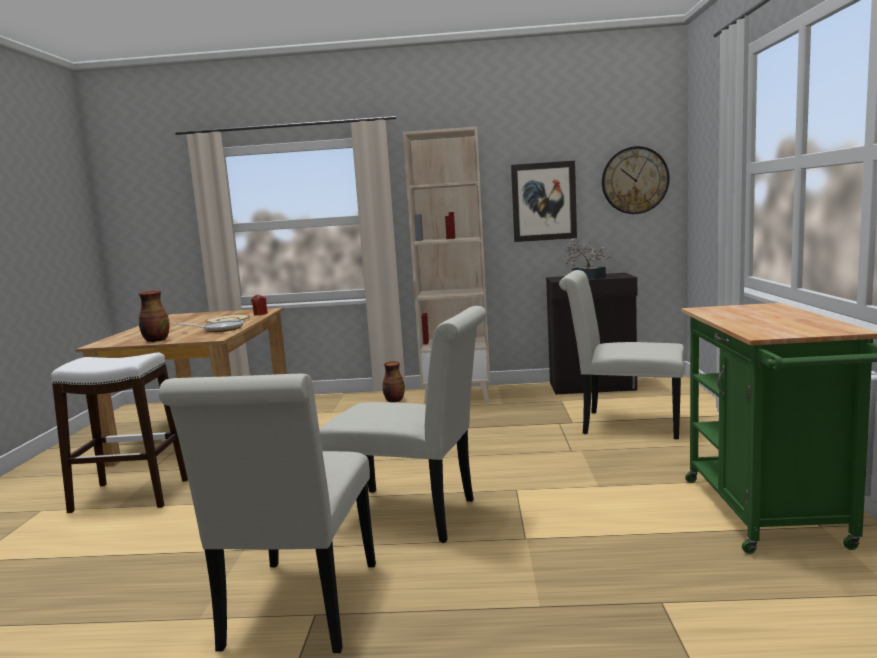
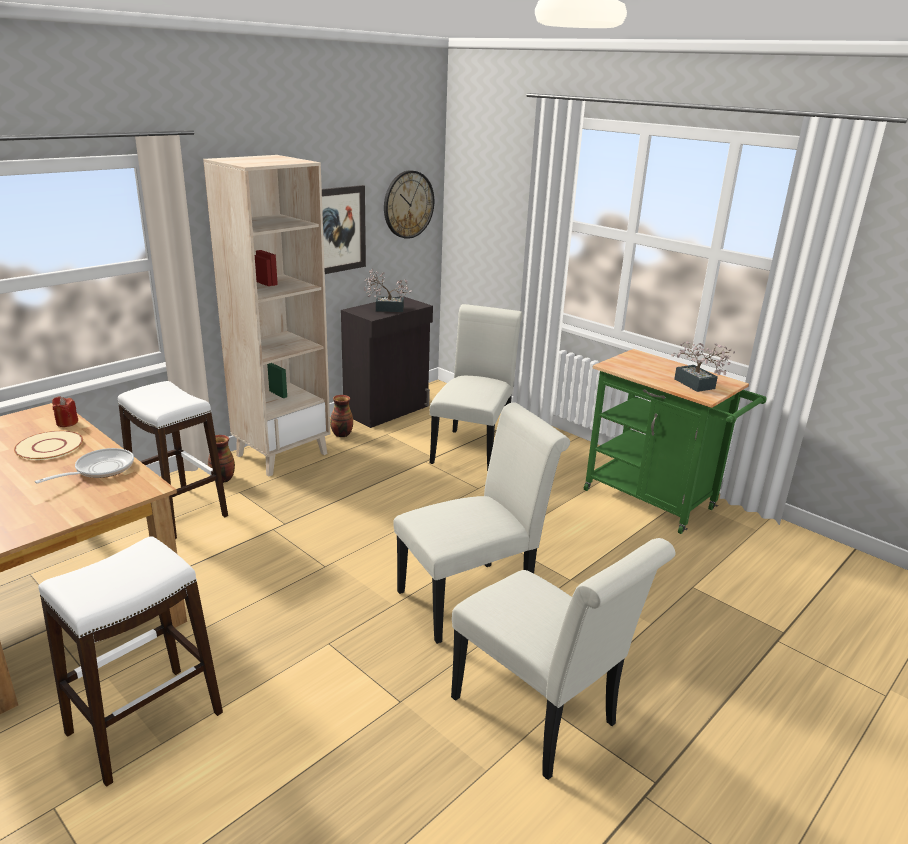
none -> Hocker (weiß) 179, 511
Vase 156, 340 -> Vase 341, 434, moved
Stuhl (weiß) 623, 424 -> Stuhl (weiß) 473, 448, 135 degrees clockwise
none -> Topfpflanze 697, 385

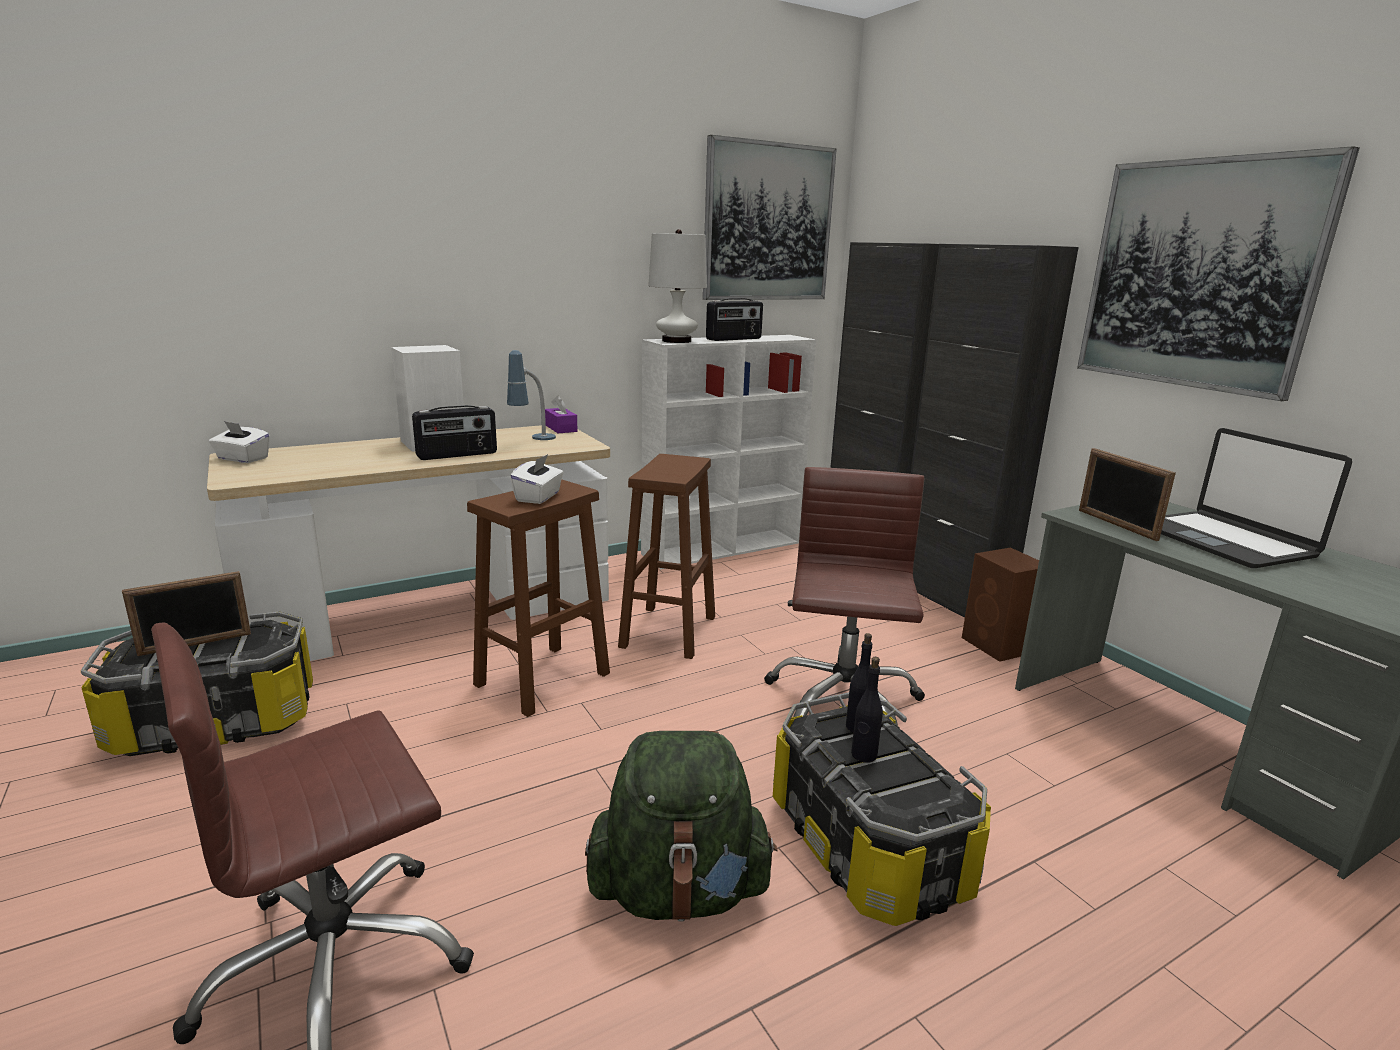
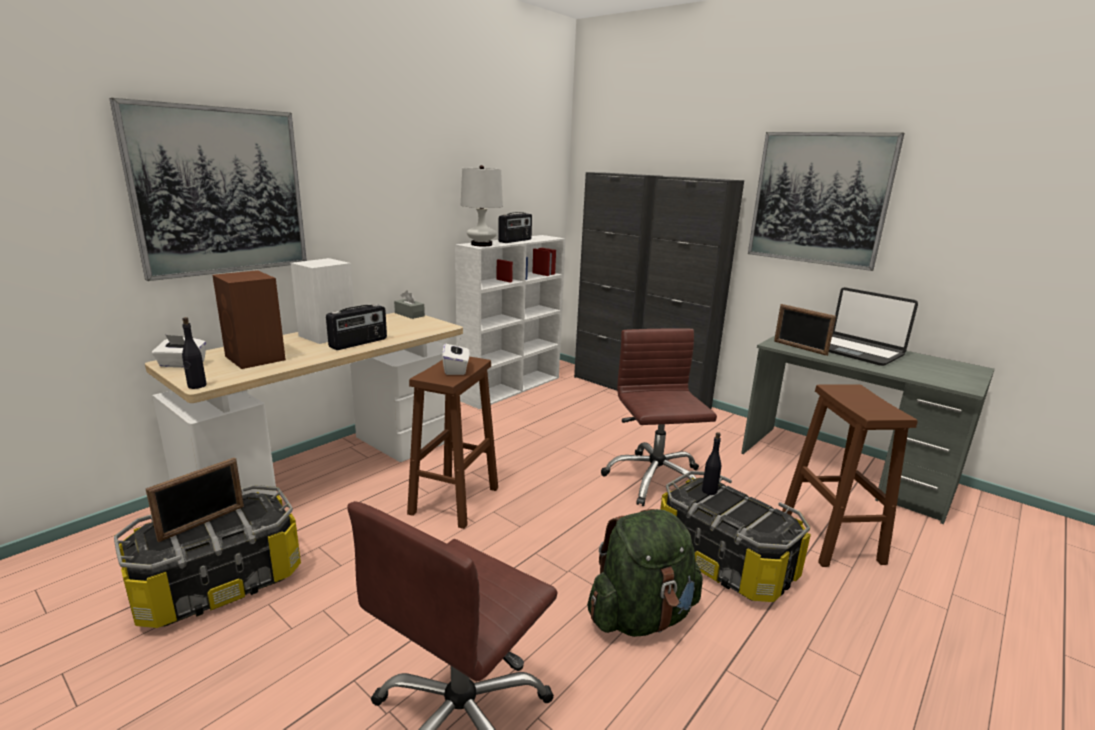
Bild 768, 223 -> Bild 220, 192, moved
Flasche (schwarz) 863, 755 -> Flasche (schwarz) 197, 386, moved
Lautsprecher (braun) 998, 646 -> Lautsprecher (braun) 255, 358, moved
Taschentuchbox (lila) 561, 428 -> Taschentuchbox (grau) 409, 314
Hocker (braun) 668, 630 -> Hocker (braun) 829, 538, moved
Tischlampe 532, 440 -> none

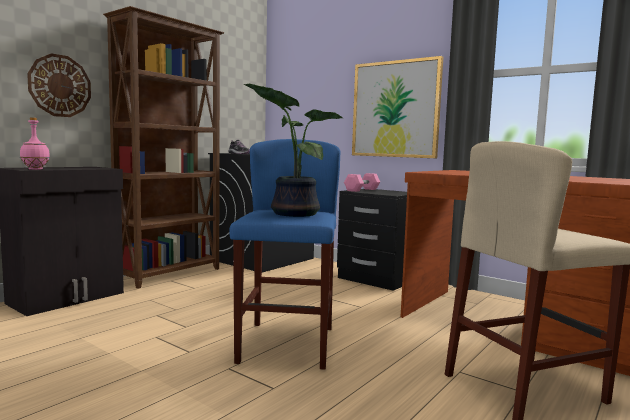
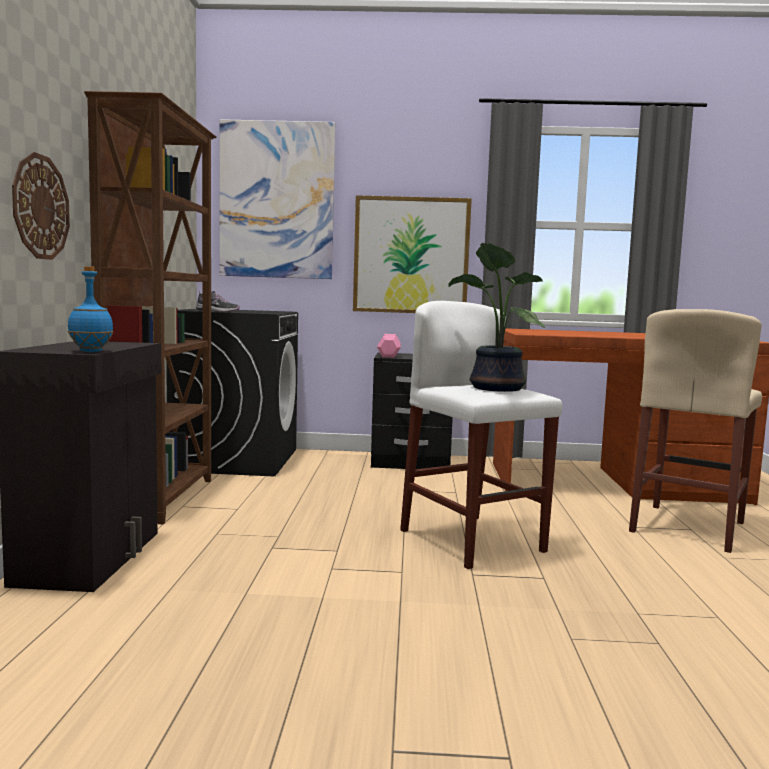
Flasche (rosa) 36, 169 -> Flasche (blau) 91, 351
none -> Bild 277, 200
Hocker (blau) 287, 344 -> Hocker (weiß) 472, 541

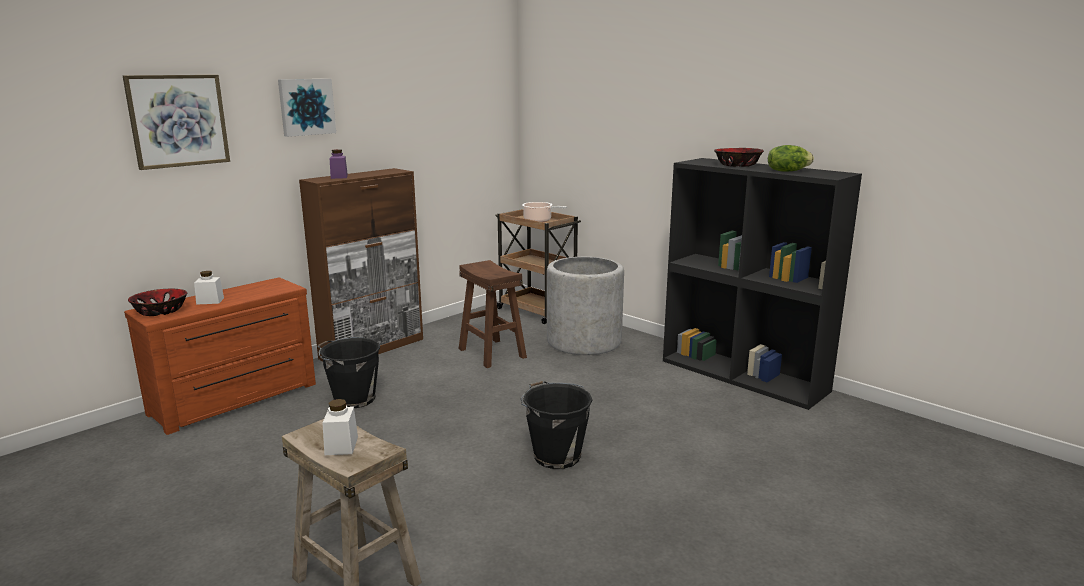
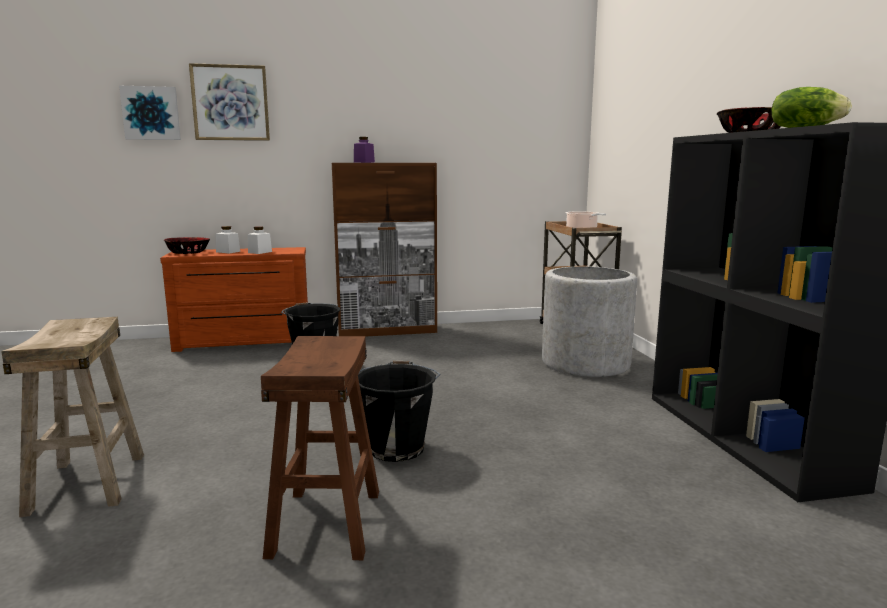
Bild 306, 107 -> Bild 151, 113, moved
Vorratsglas (weiß) 341, 445 -> Vorratsglas (weiß) 260, 252, moved
Hocker (braun) 492, 353 -> Hocker (braun) 327, 522, moved

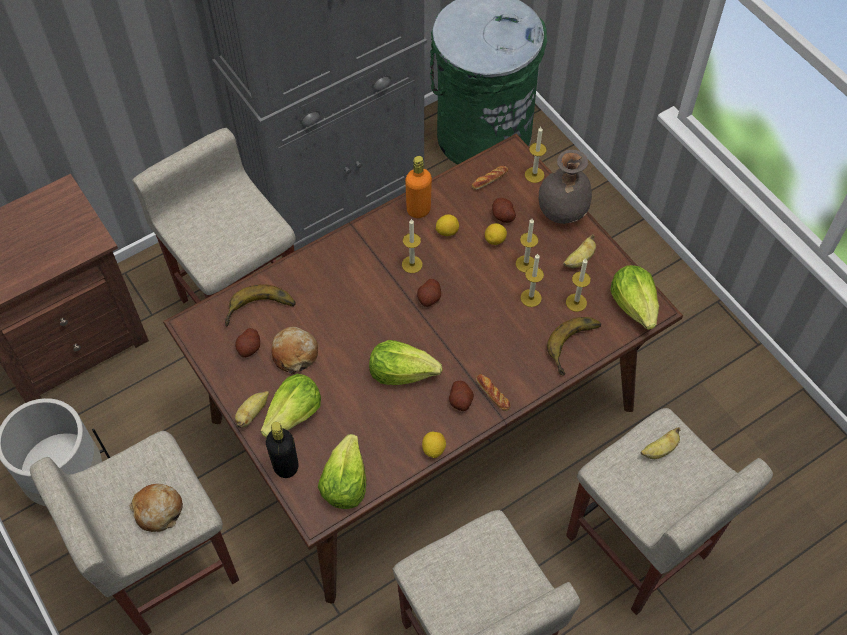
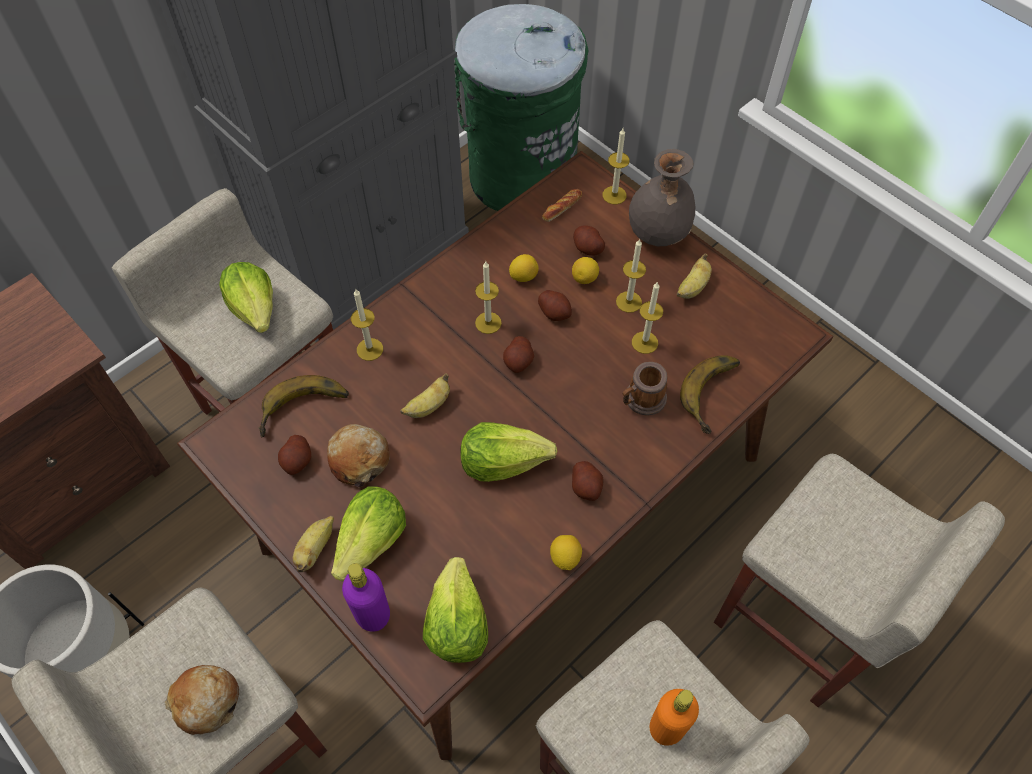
Salatkopf 635, 305 -> Salatkopf 255, 308, moved
Flasche (schwarz) 286, 466 -> Flasche (lila) 373, 614
Kerze 576, 302 -> Kerze 370, 349, moved
Banane 659, 450 -> Banane 428, 406, moved
none -> Kartoffel 554, 312
none -> Henkelbecher 641, 400
Flasche (orange) 418, 210 -> Flasche (orange) 667, 727, moved
Brot 492, 394 -> none

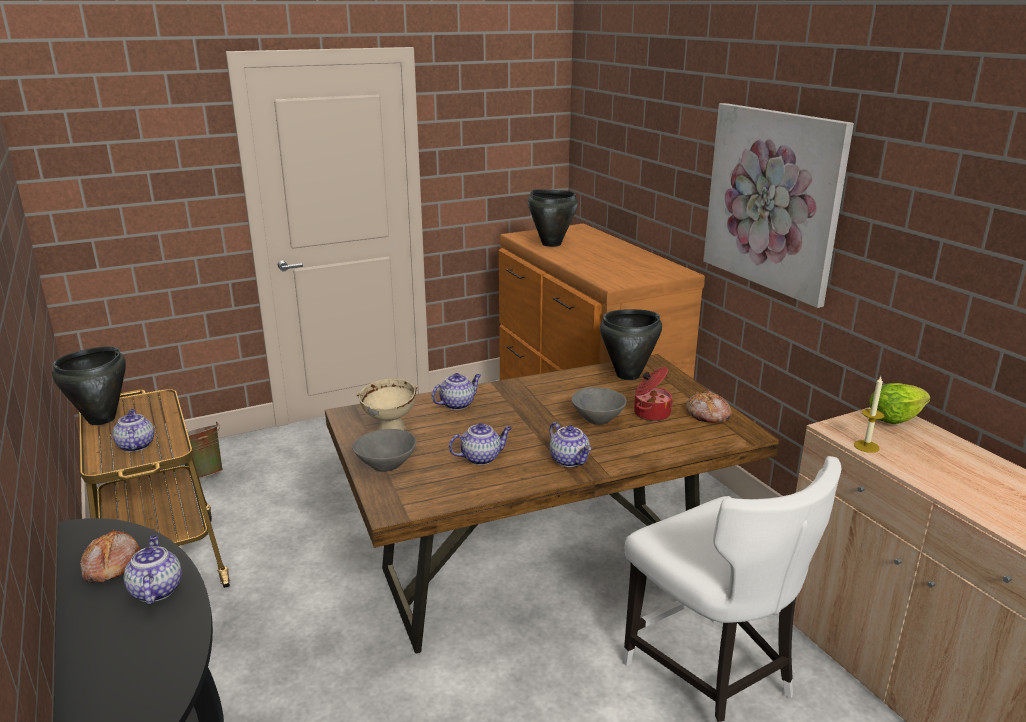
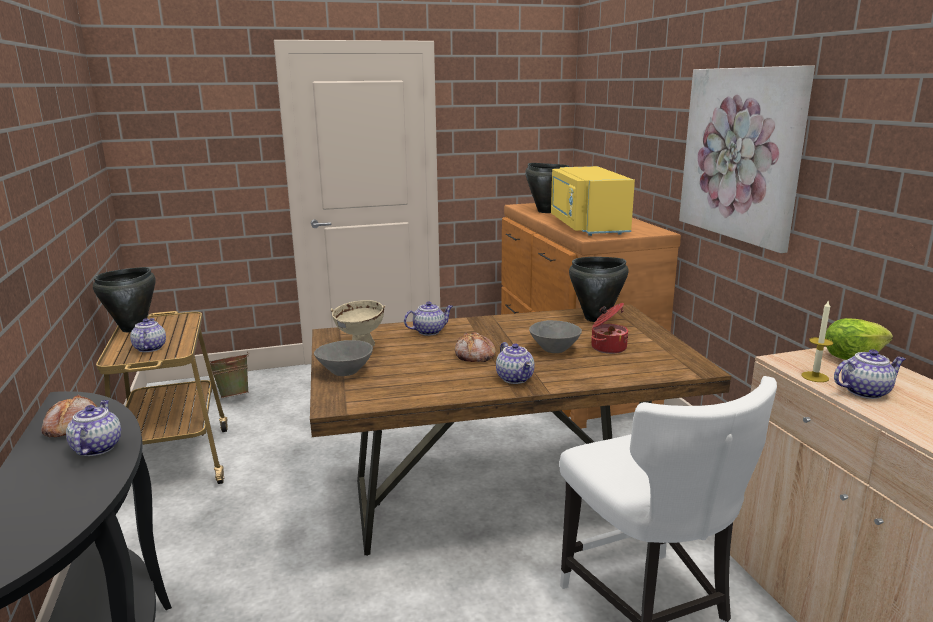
Brot 708, 415 -> Brot 474, 356, moved
none -> Mikrowelle (gelb) 586, 226
Teekanne 481, 458 -> Teekanne 865, 391, moved

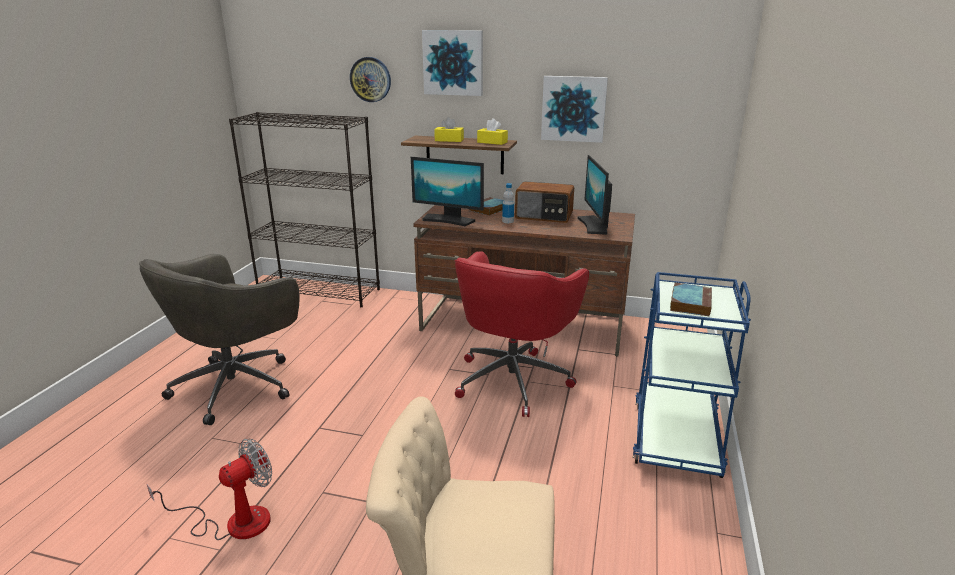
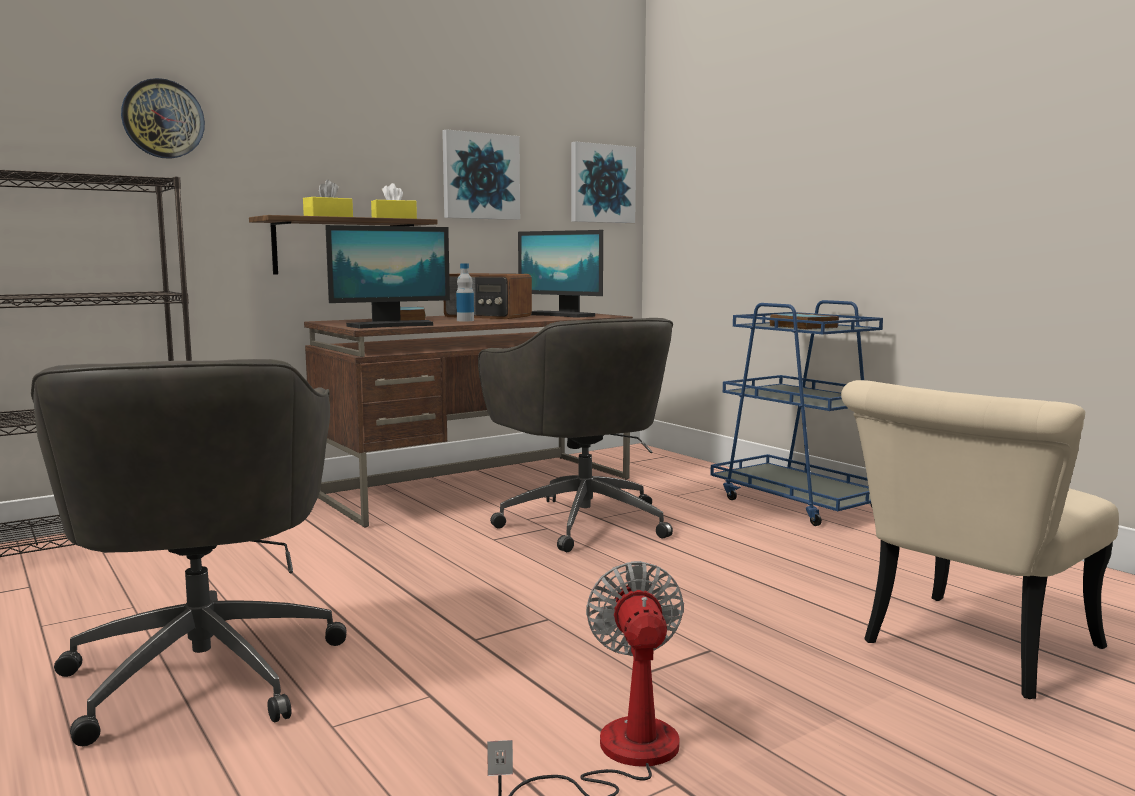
Radio 544, 216 -> Radio 487, 316, 60 degrees clockwise
Bürostuhl (rot) 514, 379 -> Bürostuhl (grau) 582, 521
Bild 453, 62 -> Bild 601, 184, moved

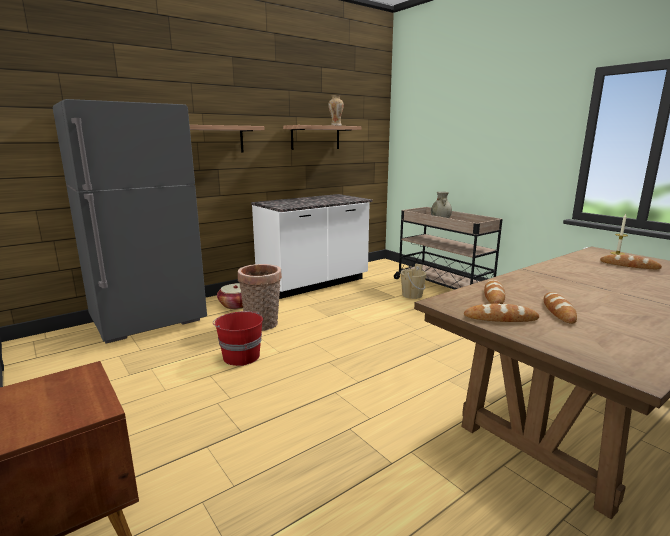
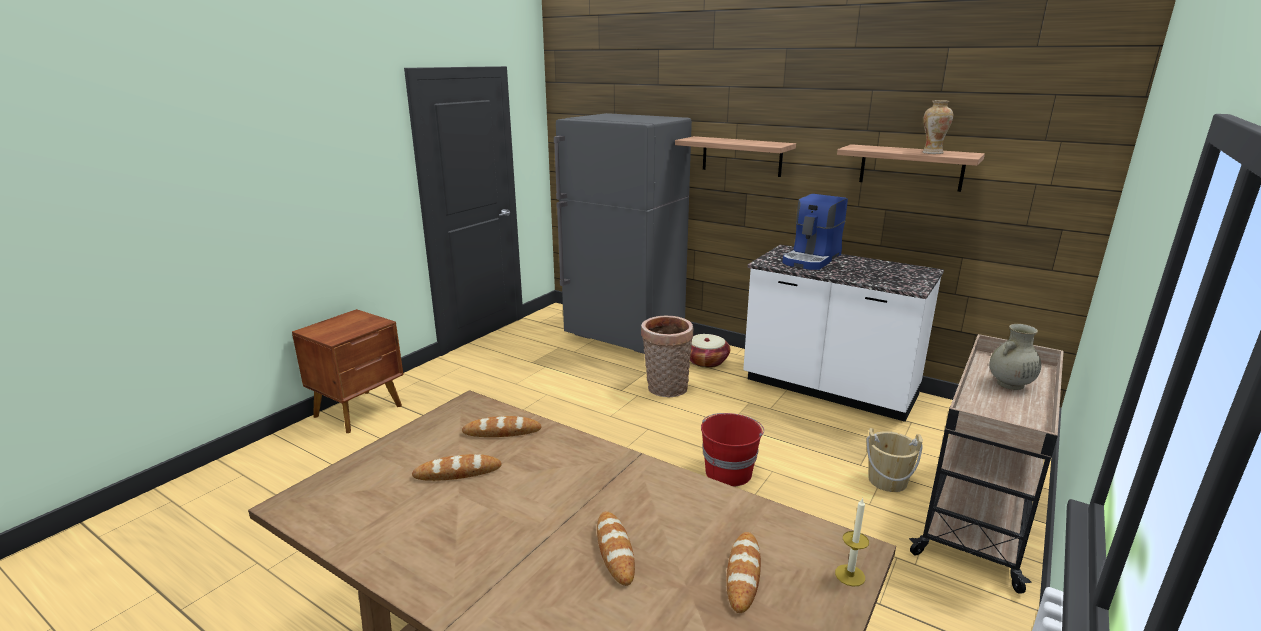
Brot 500, 318 -> Brot 615, 550, moved
Eimer (rot) 240, 356 -> Eimer (rot) 728, 471, moved
none -> Kaffeemaschine 812, 259

